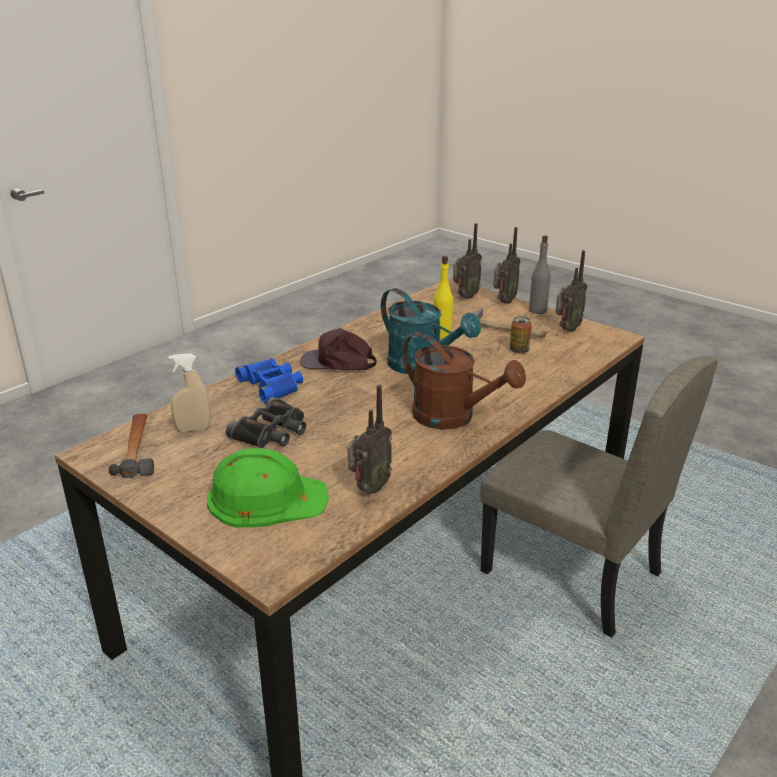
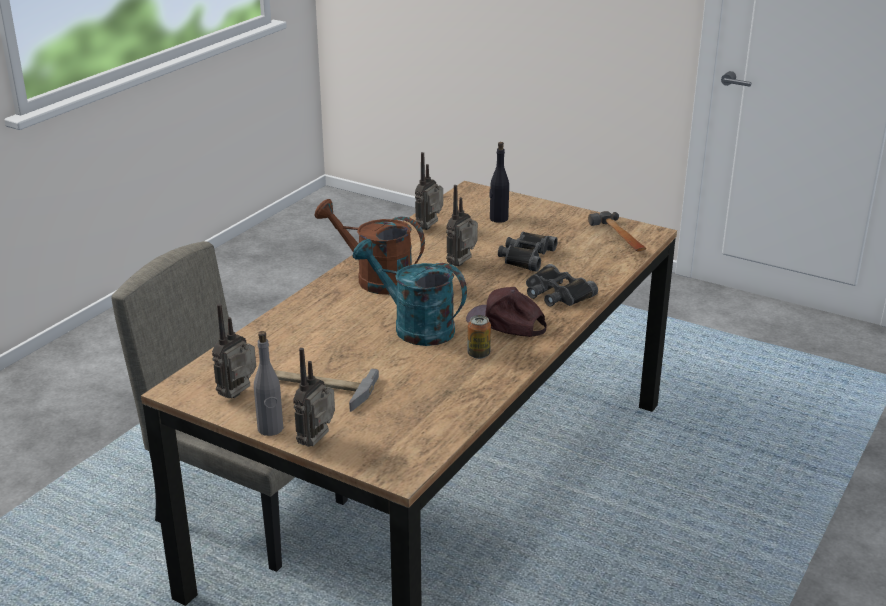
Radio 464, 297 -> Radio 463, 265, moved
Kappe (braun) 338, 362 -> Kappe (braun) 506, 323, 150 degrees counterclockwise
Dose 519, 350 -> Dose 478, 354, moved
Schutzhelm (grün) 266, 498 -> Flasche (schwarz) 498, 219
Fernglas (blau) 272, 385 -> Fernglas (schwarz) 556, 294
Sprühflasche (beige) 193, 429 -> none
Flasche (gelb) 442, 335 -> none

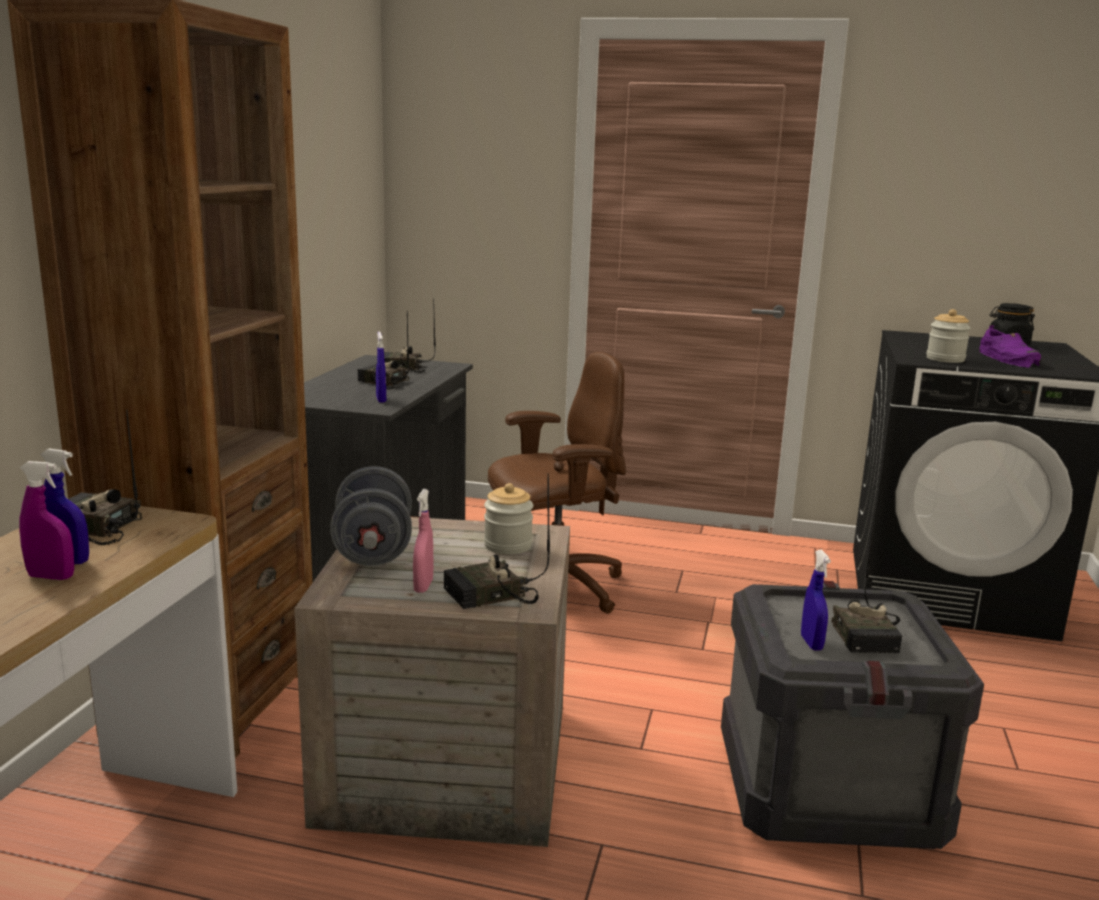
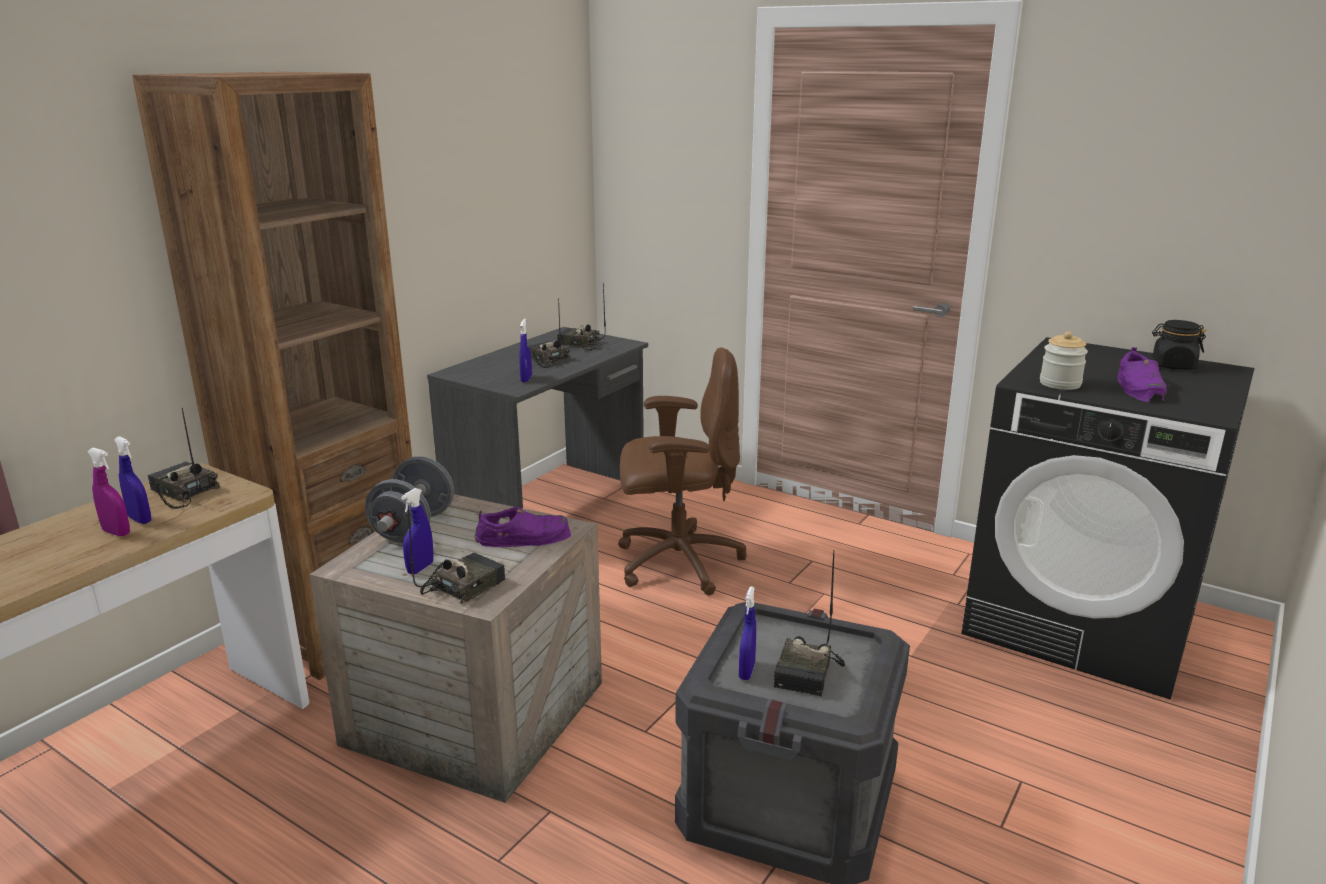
Sprühflasche (rosa) 423, 586 -> Sprühflasche (blau) 420, 568
Radio 490, 596 -> Radio 462, 586, 135 degrees clockwise
Vorratsglas 507, 545 -> Schuh (lila) 524, 537

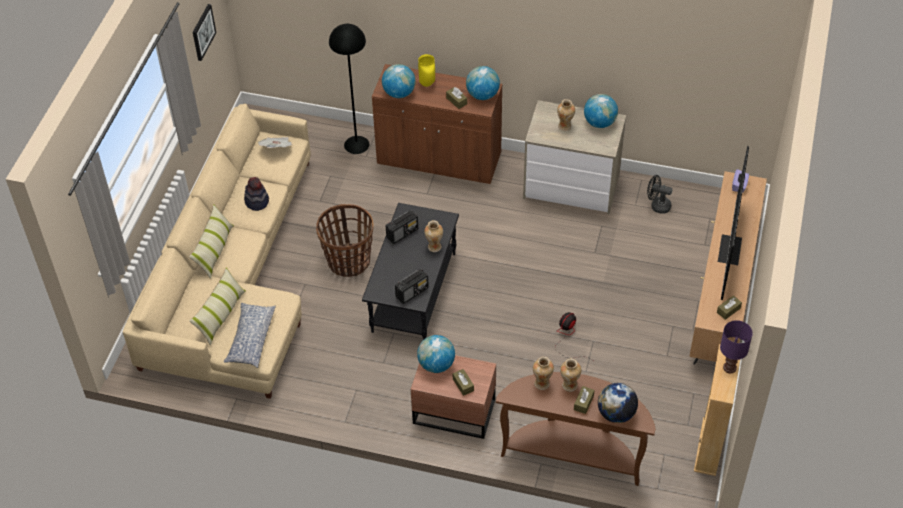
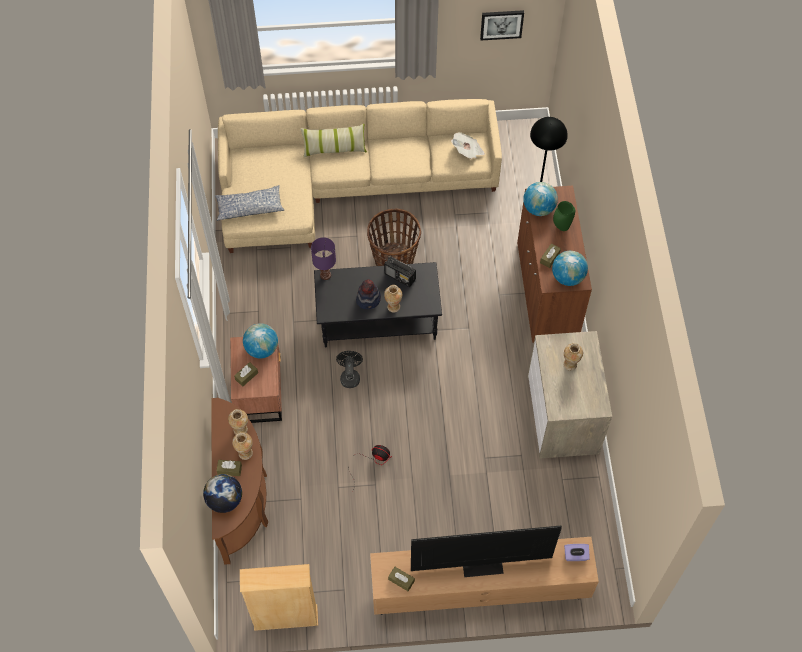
Tischlampe (lila) 730, 368 -> Tischlampe (lila) 325, 275, moved
Ventilator (schwarz) 657, 205 -> Ventilator (schwarz) 350, 376, moved
Hut 257, 201 -> Hut 368, 299, moved
Vase (gelb) 427, 84 -> Vase (grün) 562, 227
Kissen 221, 315 -> none
Radio 412, 292 -> none
Globus 599, 122 -> none

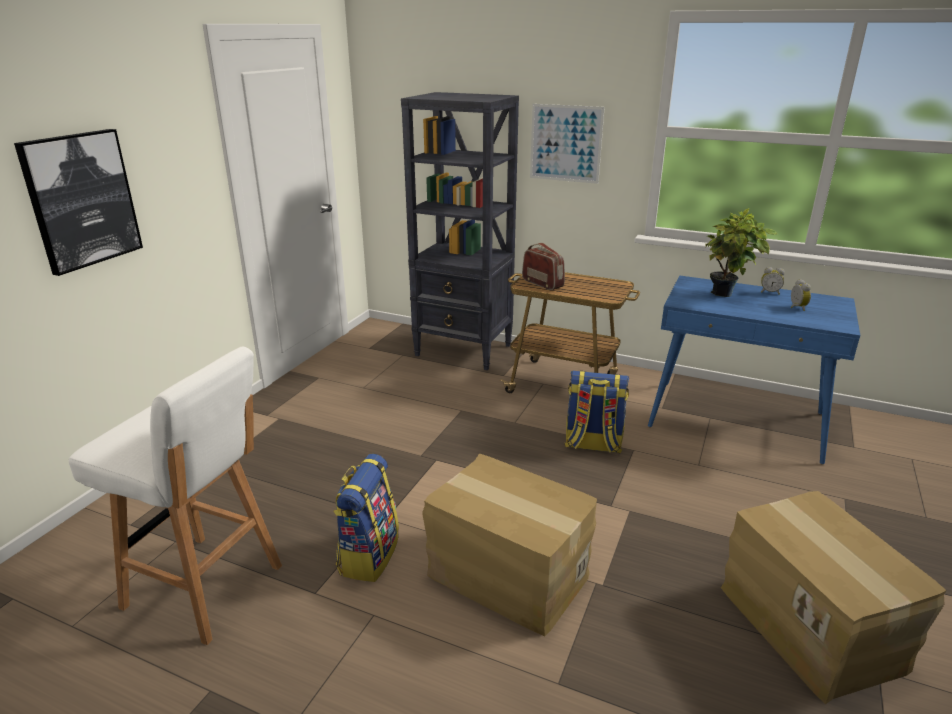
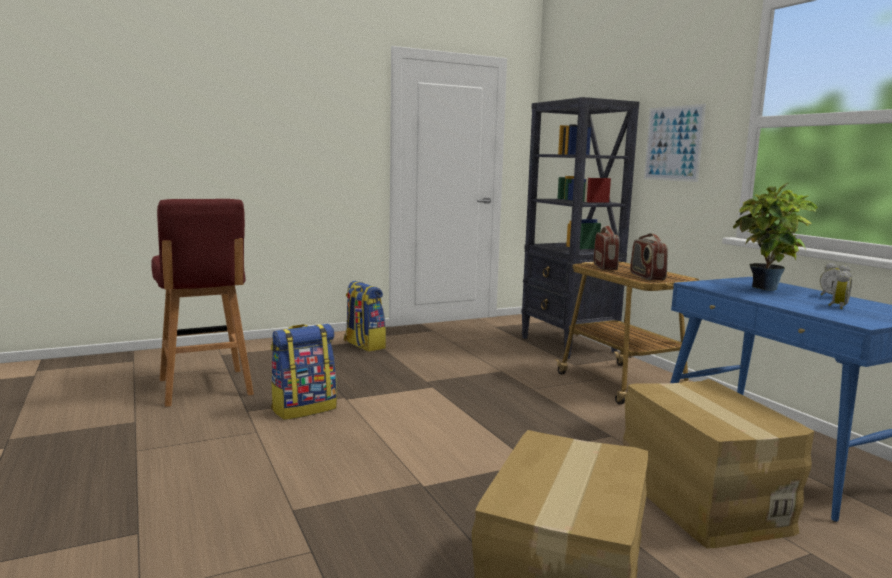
Hocker (weiß) 206, 588 -> Hocker (rot) 205, 388
Rucksack 592, 444 -> Rucksack 363, 345, moved
Karton 507, 575 -> Karton 700, 500, moved
none -> Radio 646, 276
Bild 81, 200 -> none

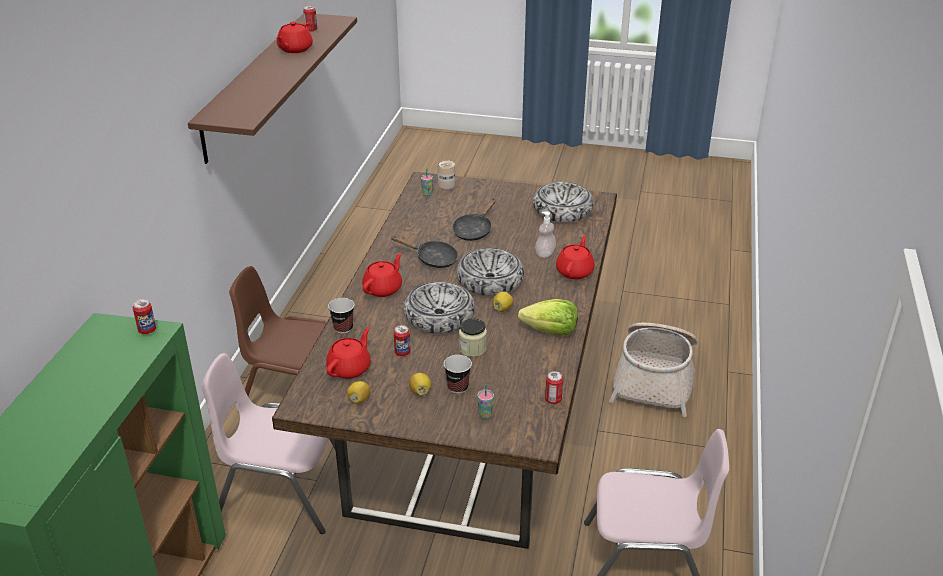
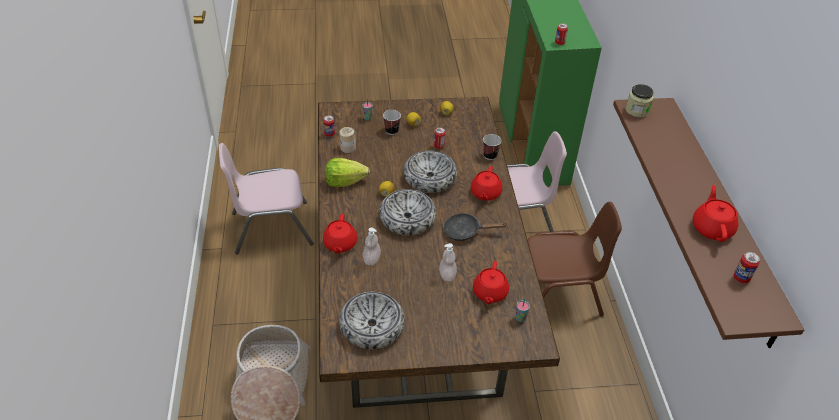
Dose 446, 185 -> Dose 348, 148, moved
Pfanne (schwarz) 474, 230 -> Seifenspender 447, 275
Teekanne (rot) 350, 368 -> Teekanne (rot) 489, 293, moved
Vorratsglas 472, 349 -> Vorratsglas 637, 110, moved

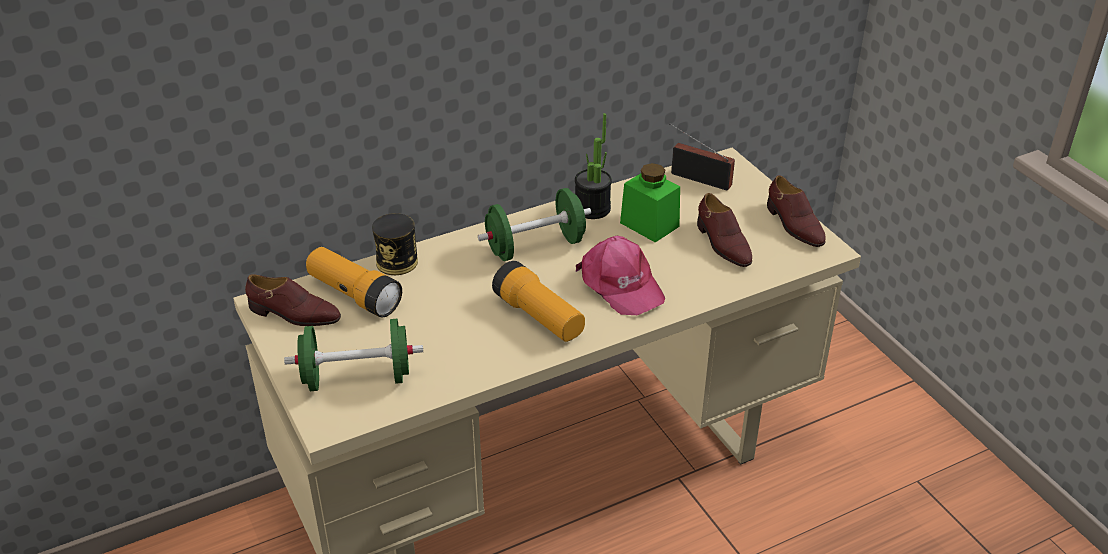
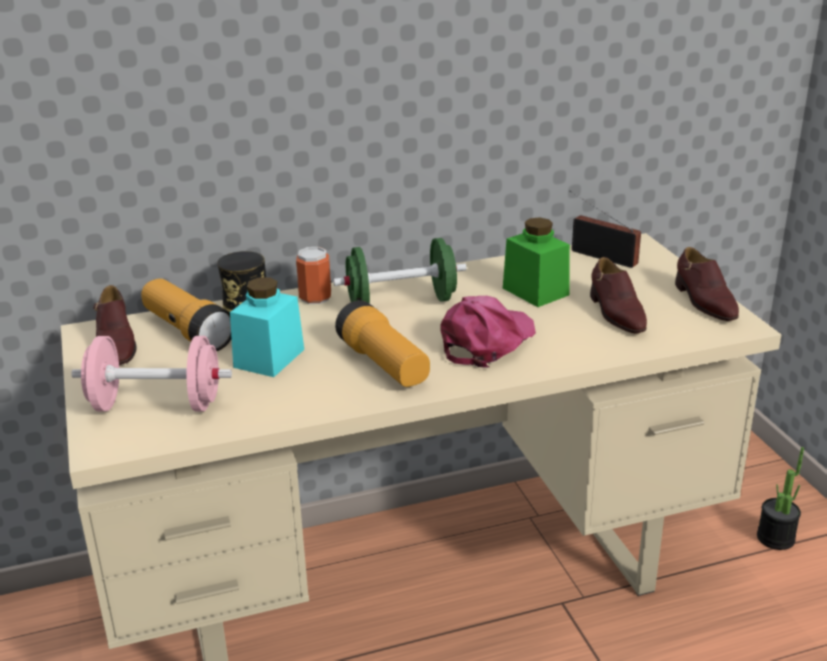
Hantel (grün) 357, 378 -> Hantel (rosa) 156, 405
Schuh (braun) 294, 314 -> Schuh (braun) 116, 343, 45 degrees clockwise
none -> Vorratsglas (türkis) 269, 358
none -> Dose 315, 297
Kappe (rosa) 620, 284 -> Kappe (rosa) 487, 341, 120 degrees counterclockwise
Topfpflanze 592, 209 -> Topfpflanze 775, 538, moved

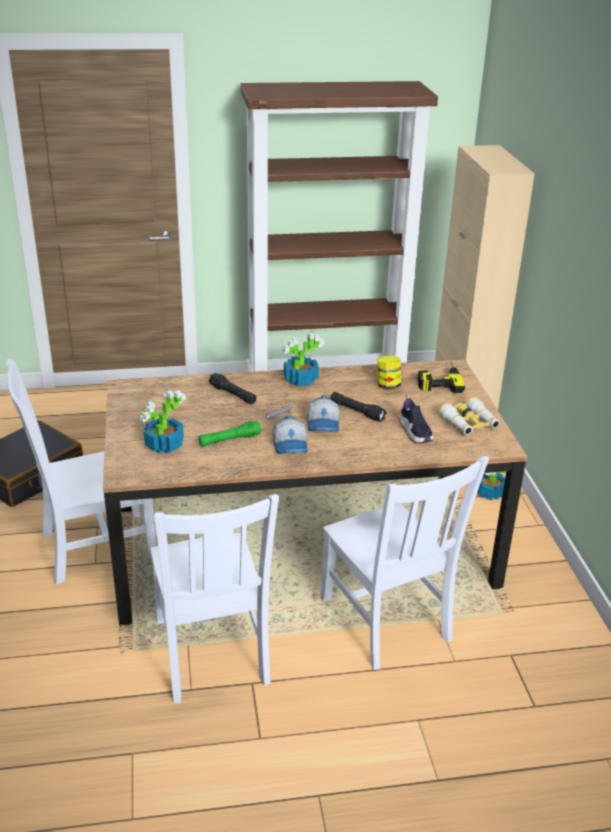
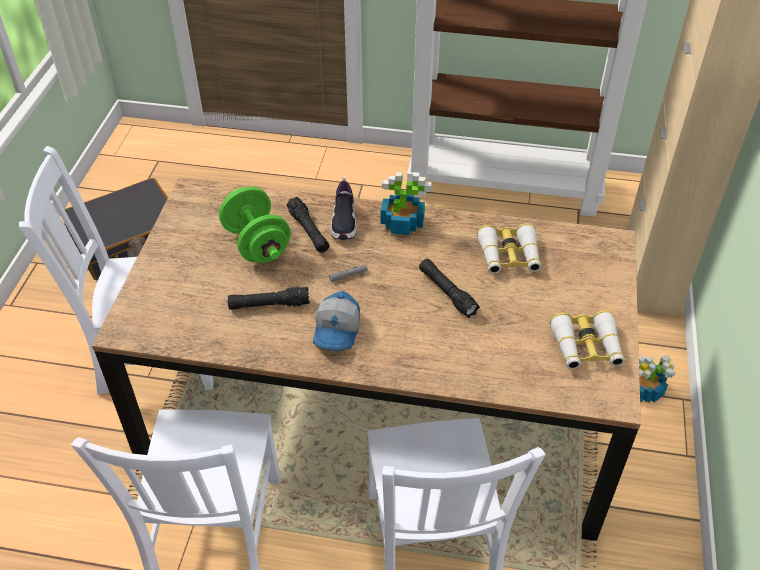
none -> Hantel (grün) 257, 244
Taschenlampe (grün) 229, 440 -> Taschenlampe (schwarz) 269, 305
Schuh 415, 432 -> Schuh 344, 222, moved
Vorratsglas 388, 385 -> Fernglas 509, 256
Topfpflanze 163, 445 -> none
Kappe 324, 424 -> none
Bohrmaschine 438, 379 -> none

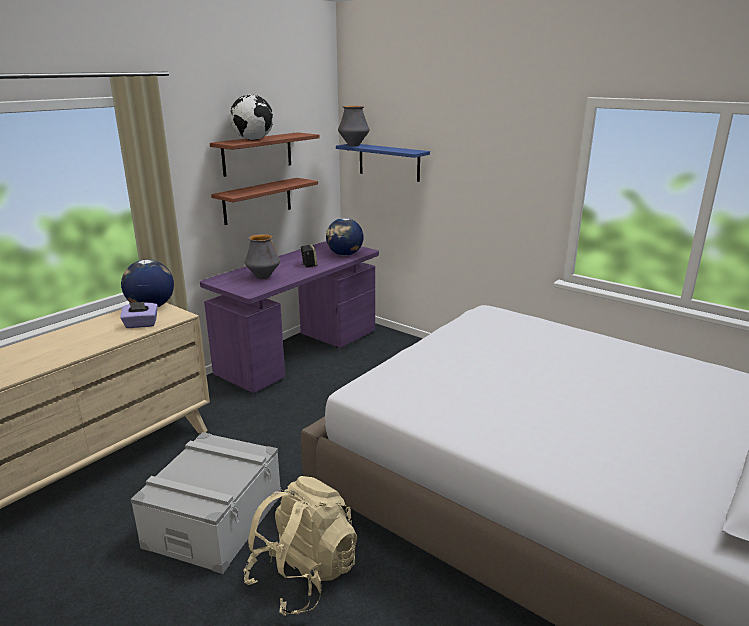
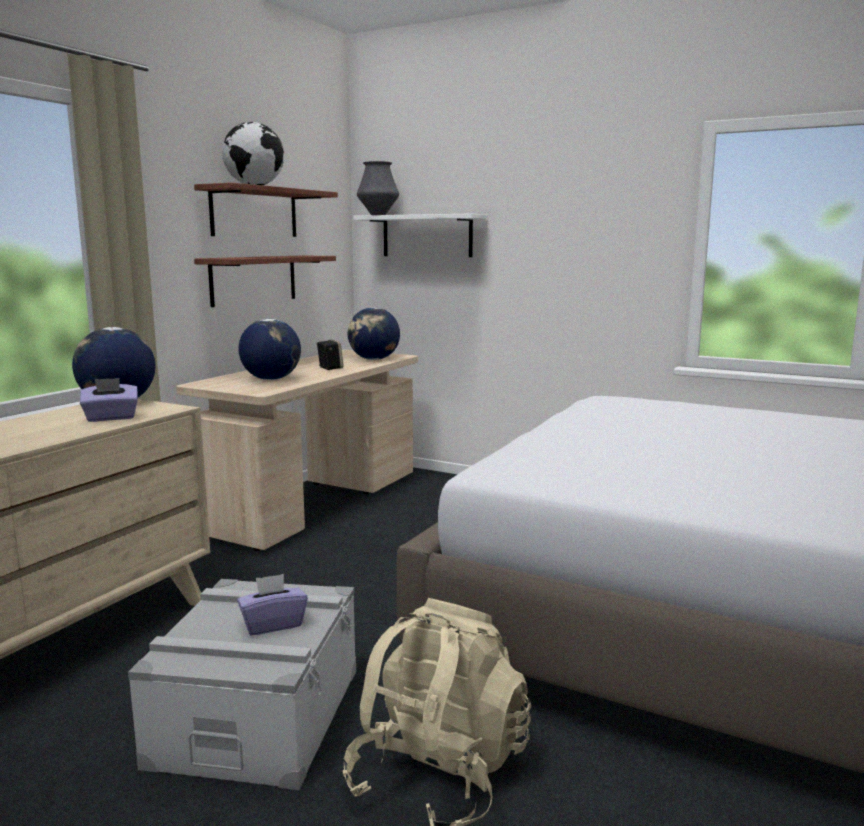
Schreibtisch (lila) 300, 353 -> Schreibtisch (beige) 315, 503
none -> Taschentuchbox (lila) 273, 624
Vase 263, 277 -> Globus 271, 379
Wandregal (blau) 389, 162 -> Wandregal (weiß) 427, 236

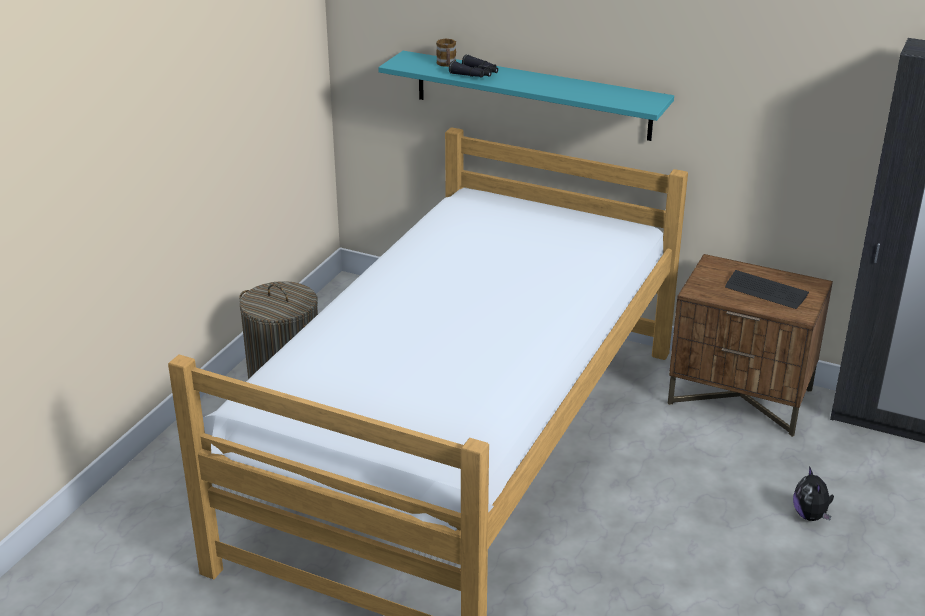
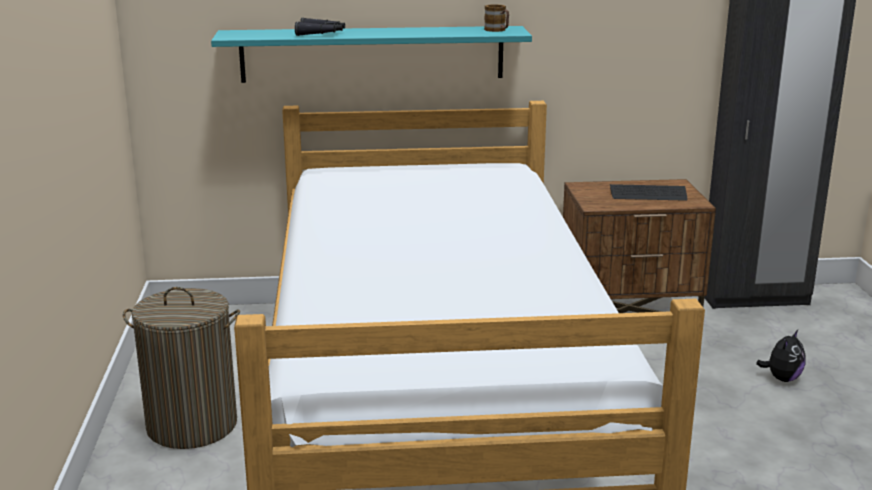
Henkelbecher 446, 64 -> Henkelbecher 497, 30, moved
Plüschtier 810, 515 -> Plüschtier 782, 378, 105 degrees counterclockwise

